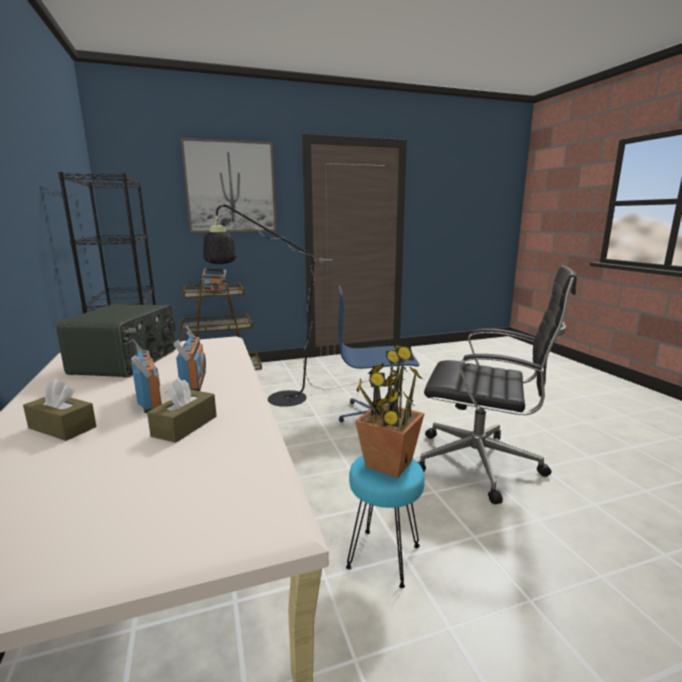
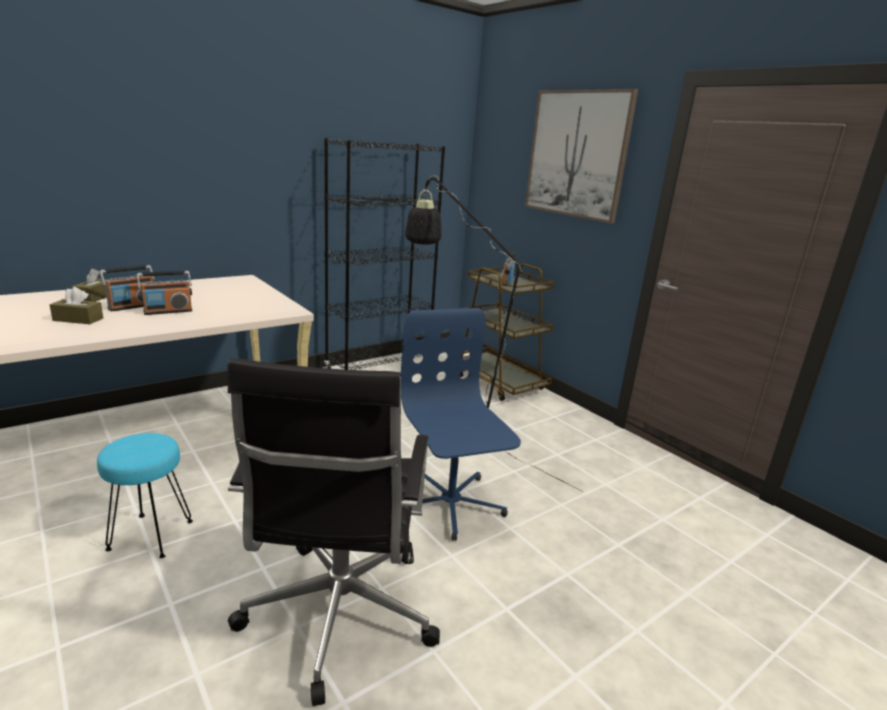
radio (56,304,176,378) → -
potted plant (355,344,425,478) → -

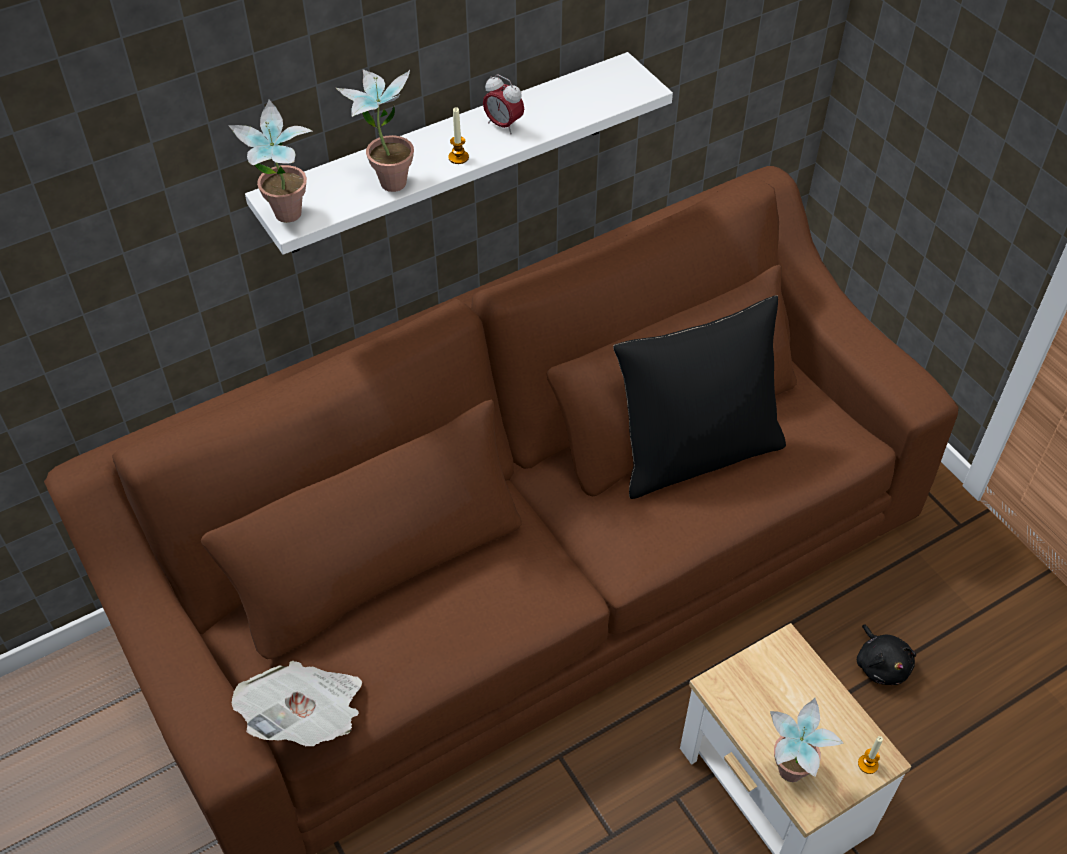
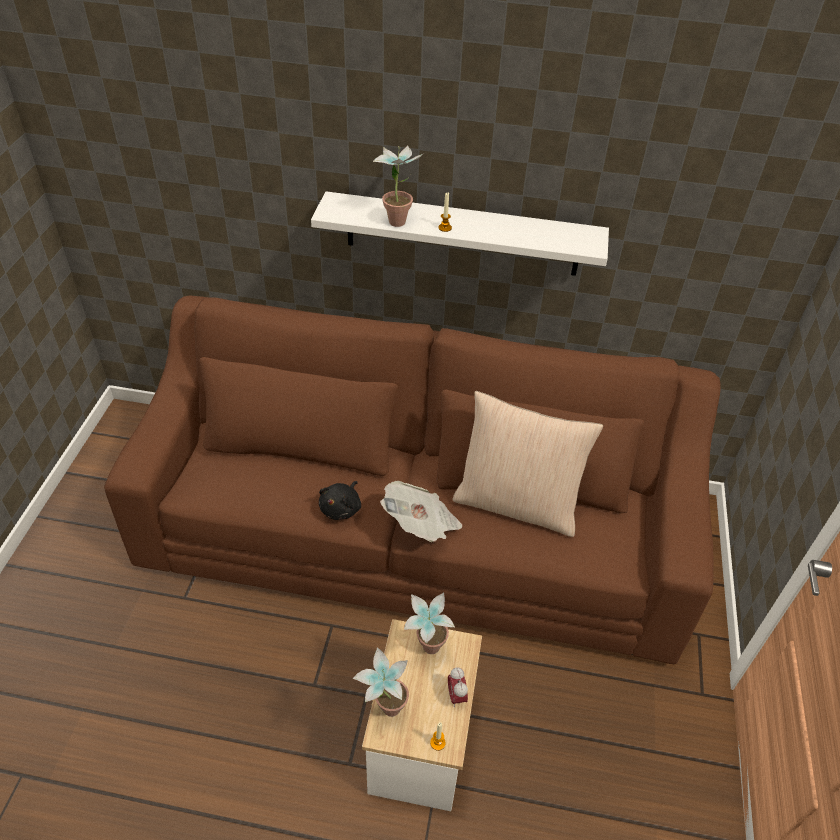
potted plant (228,100,313,223) → potted plant (404,592,455,654), move
newspaper (232,661,362,746) → newspaper (380,481,462,542), move
alarm clock (483,74,524,134) → alarm clock (448,667,468,707), move
black plush toy (857,624,917,685) → black plush toy (319,481,361,520), move
black pillow (613,295,786,499) → beige pillow (453,391,603,537)

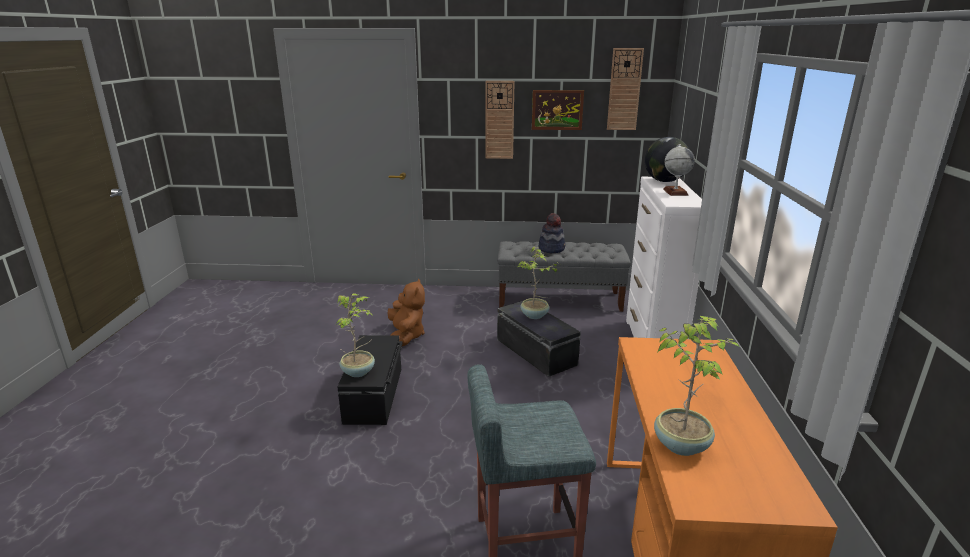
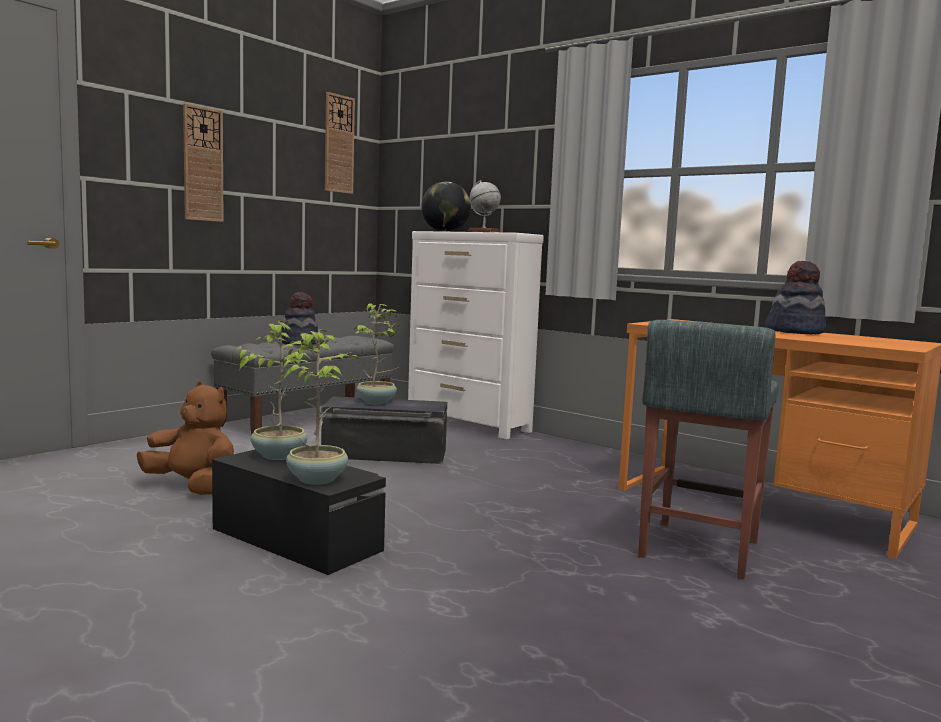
picture (532,90,584,130) → -
- → hat (765,261,826,334)
potted plant (654,316,740,456) → potted plant (236,320,310,460), move

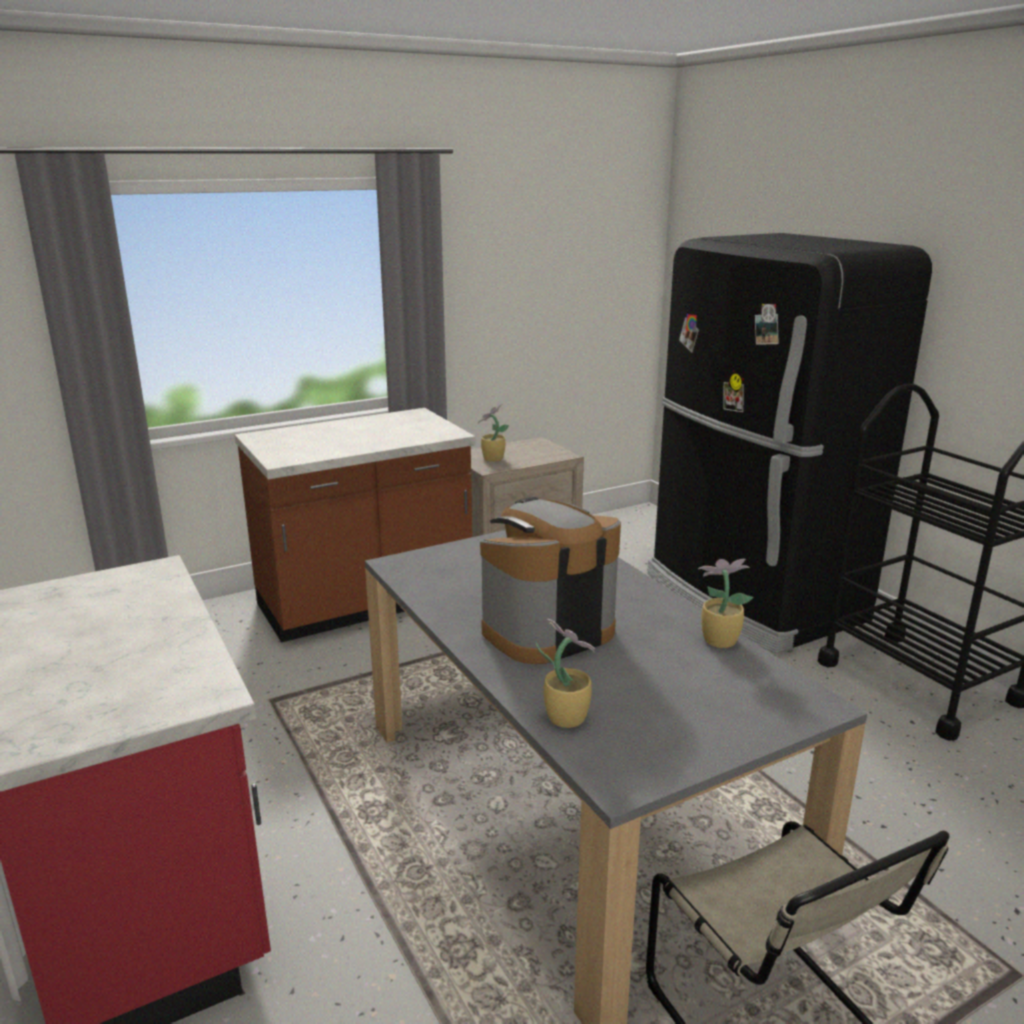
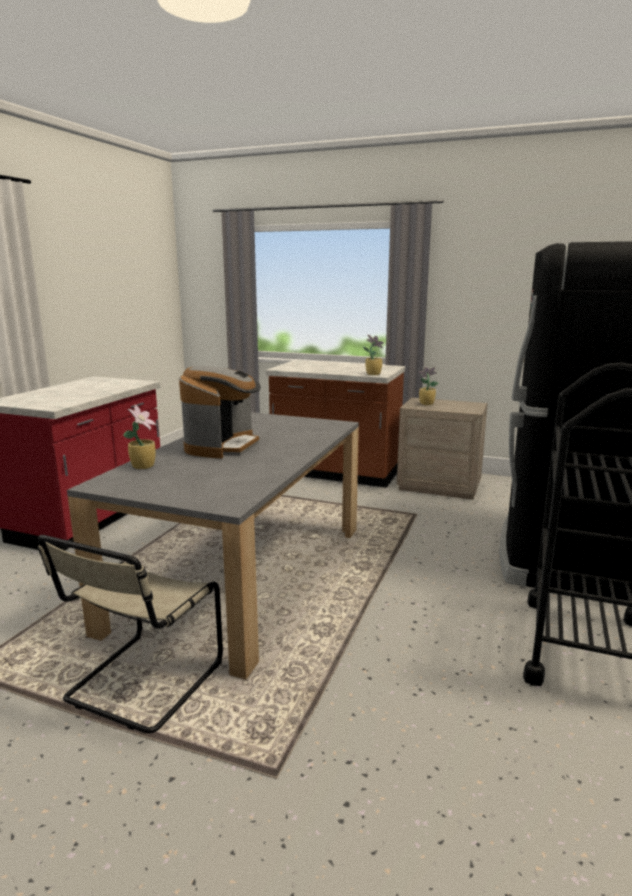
potted plant (698,559,754,648) → potted plant (363,335,384,375), move
coffee machine (480,497,621,664) → coffee machine (179,365,261,458), 90 degrees clockwise

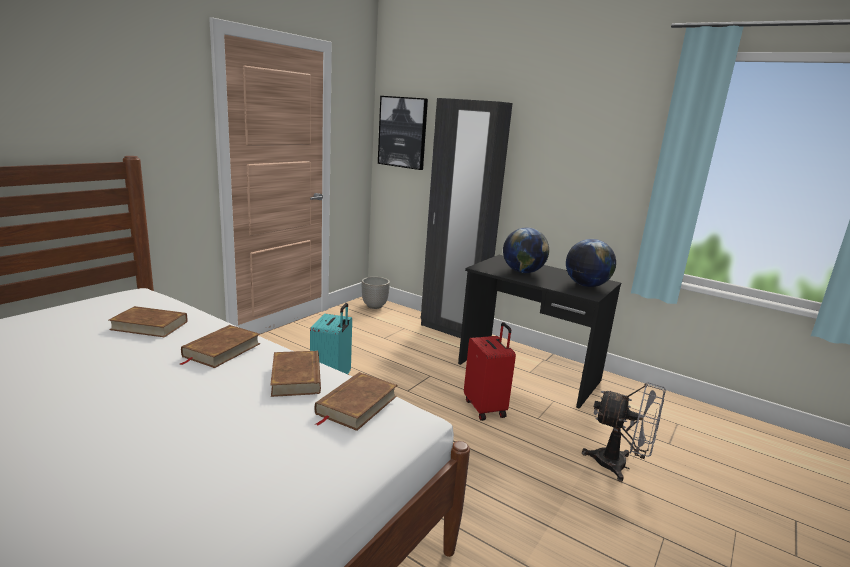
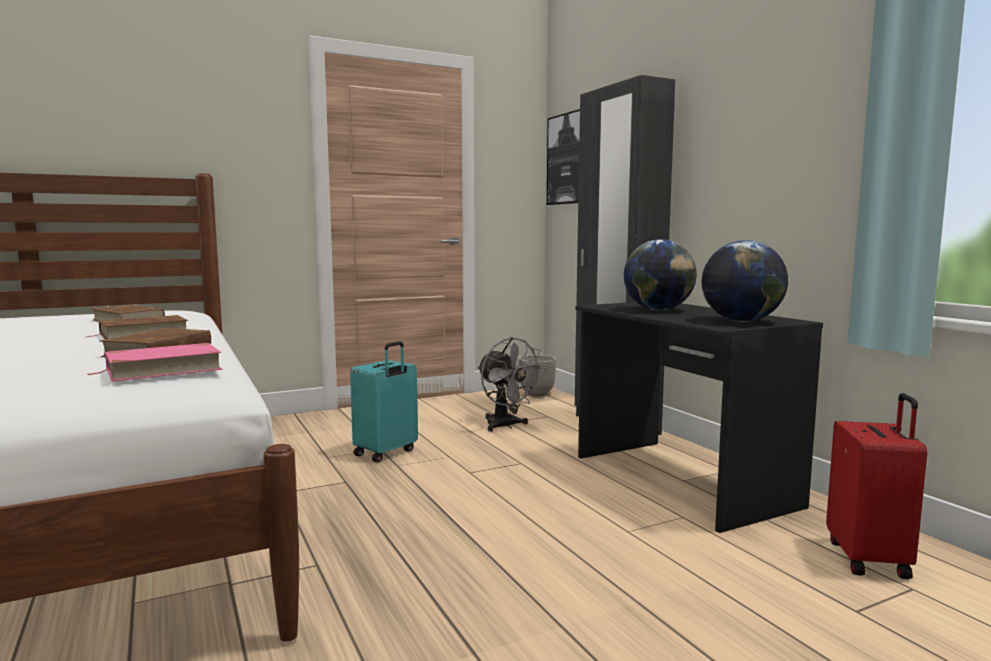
red suitcase (464,322,516,421) → red suitcase (826,393,927,579), move
grey fan (582,381,666,482) → grey fan (477,337,546,431), move
brown book (315,372,398,431) → pink book (88,343,222,382)

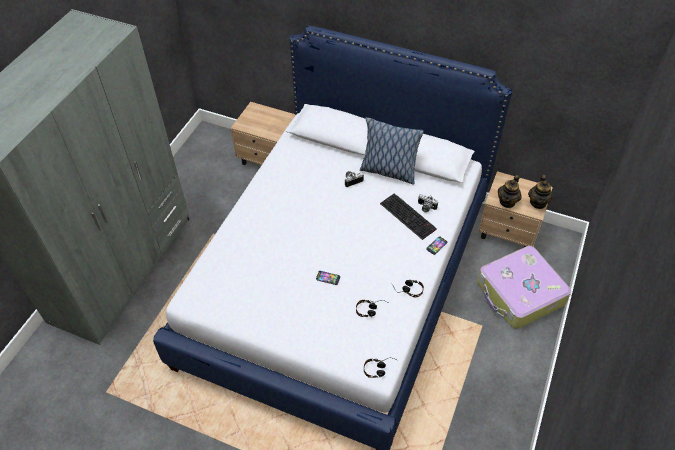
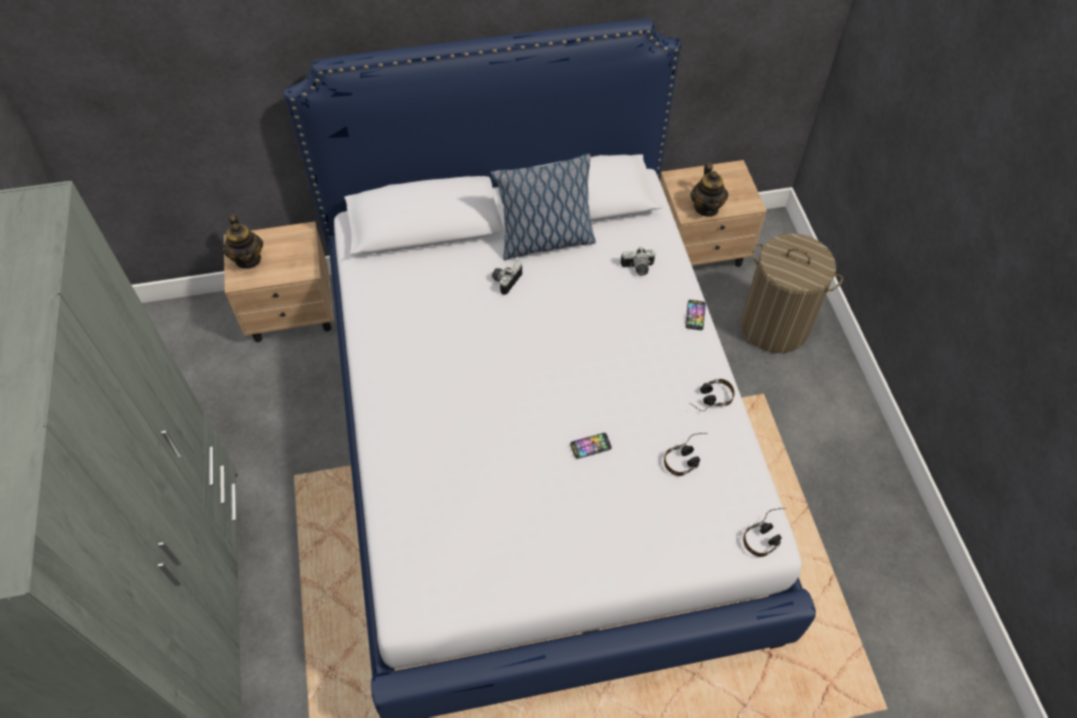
keyboard (380,193,437,240) → -
teapot (528,175,554,209) → teapot (223,214,263,269), move
suitcase (477,246,571,329) → laundry basket (741,233,843,353)

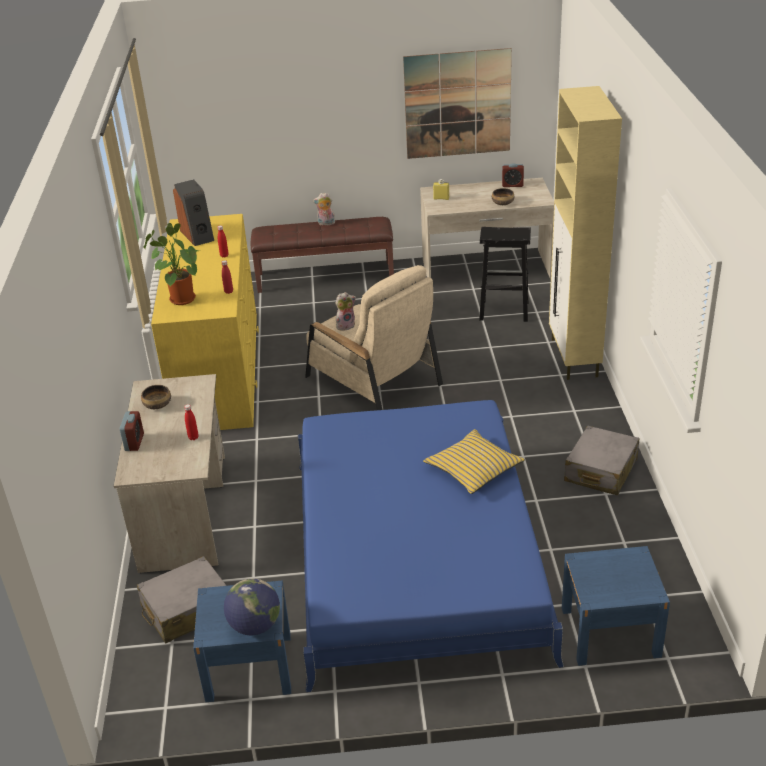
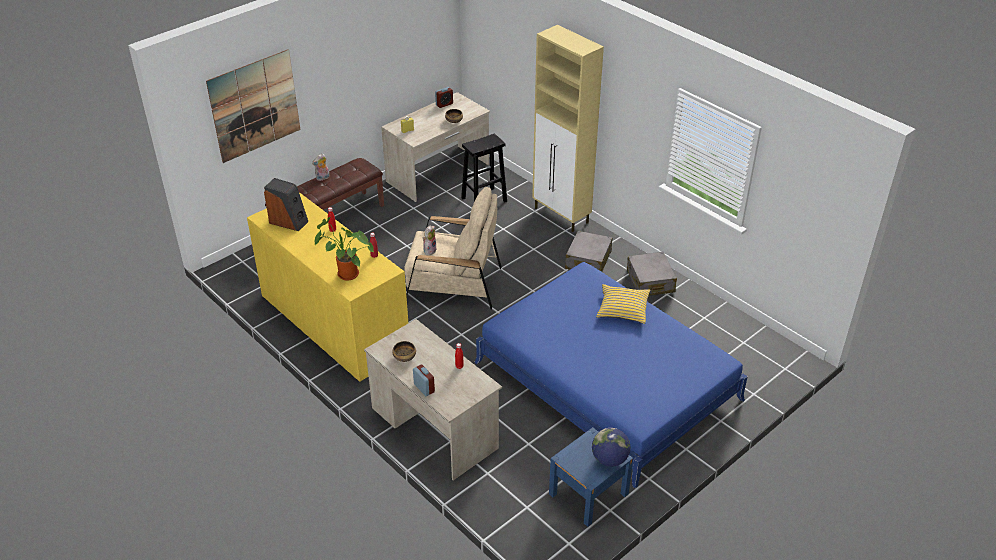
blue nightstand (562,546,670,666) → -
grey suitcase (137,556,226,643) → grey suitcase (565,231,612,272), move
picture (403,48,512,159) → picture (206,49,300,163), move

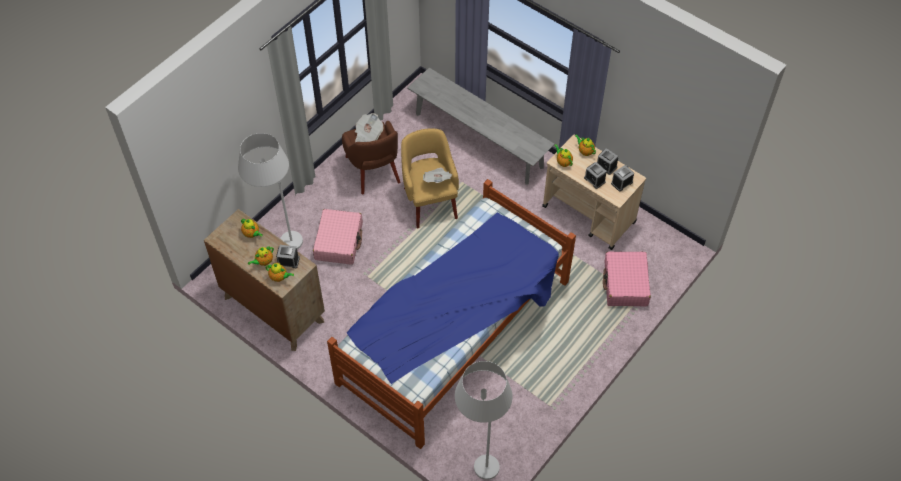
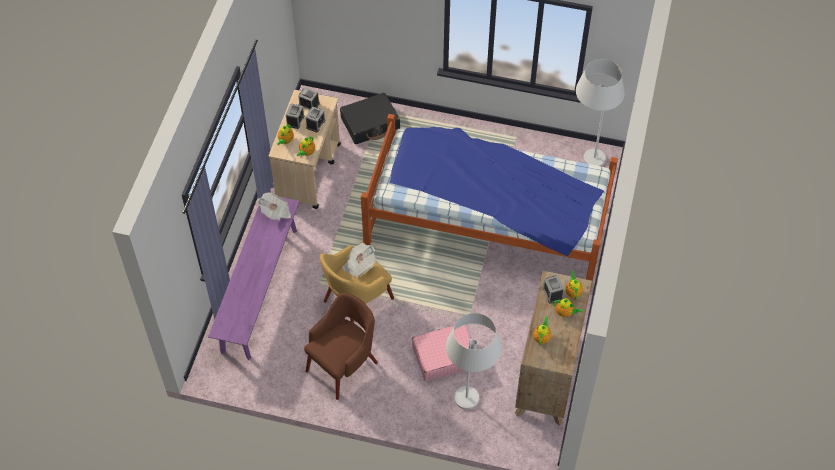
newspaper (355,113,383,142) → newspaper (258,192,291,220), move
grey bench (407,67,554,184) → purple bench (208,193,299,360)
pink suitcase (603,251,651,306) → black suitcase (340,93,400,144)

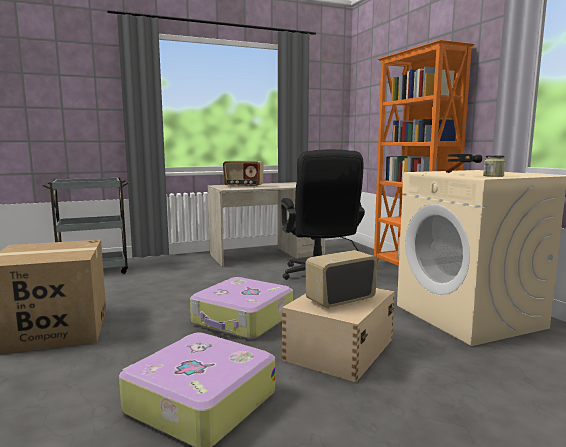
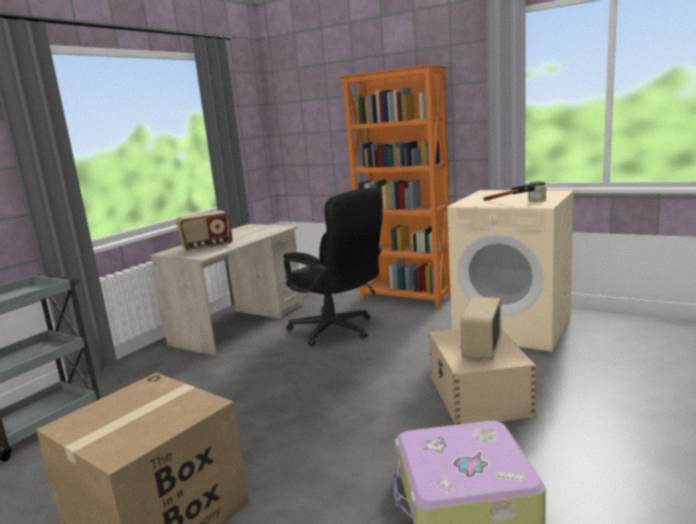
suitcase (190,277,293,339) → -

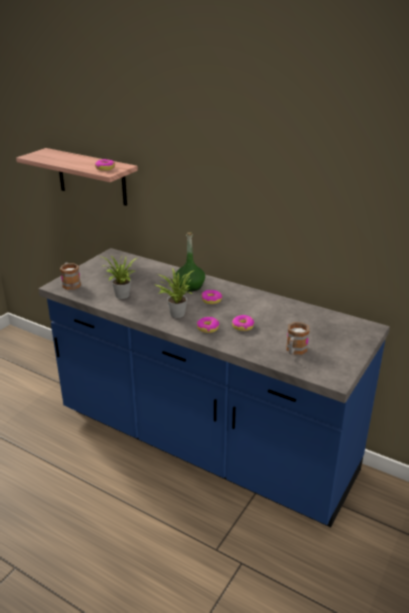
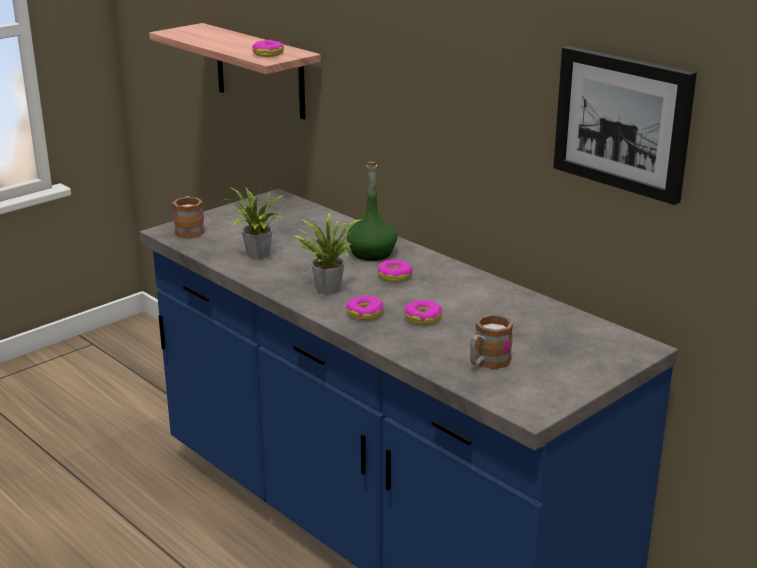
- → picture (553,46,697,205)

